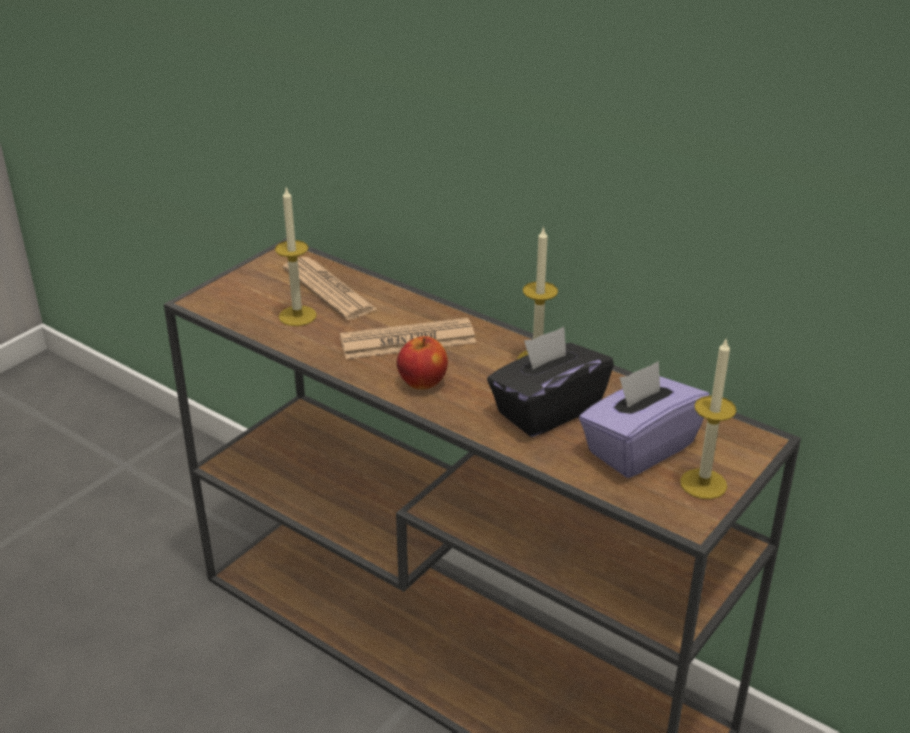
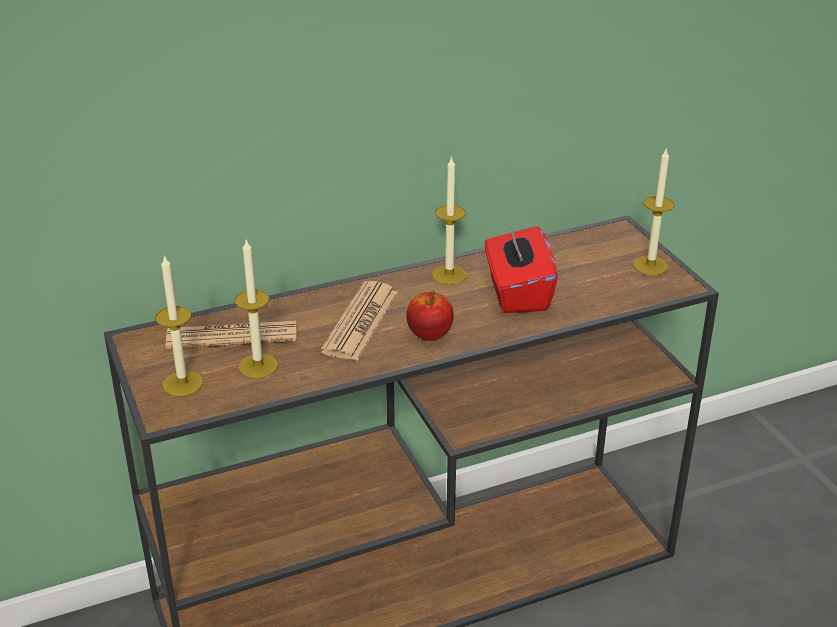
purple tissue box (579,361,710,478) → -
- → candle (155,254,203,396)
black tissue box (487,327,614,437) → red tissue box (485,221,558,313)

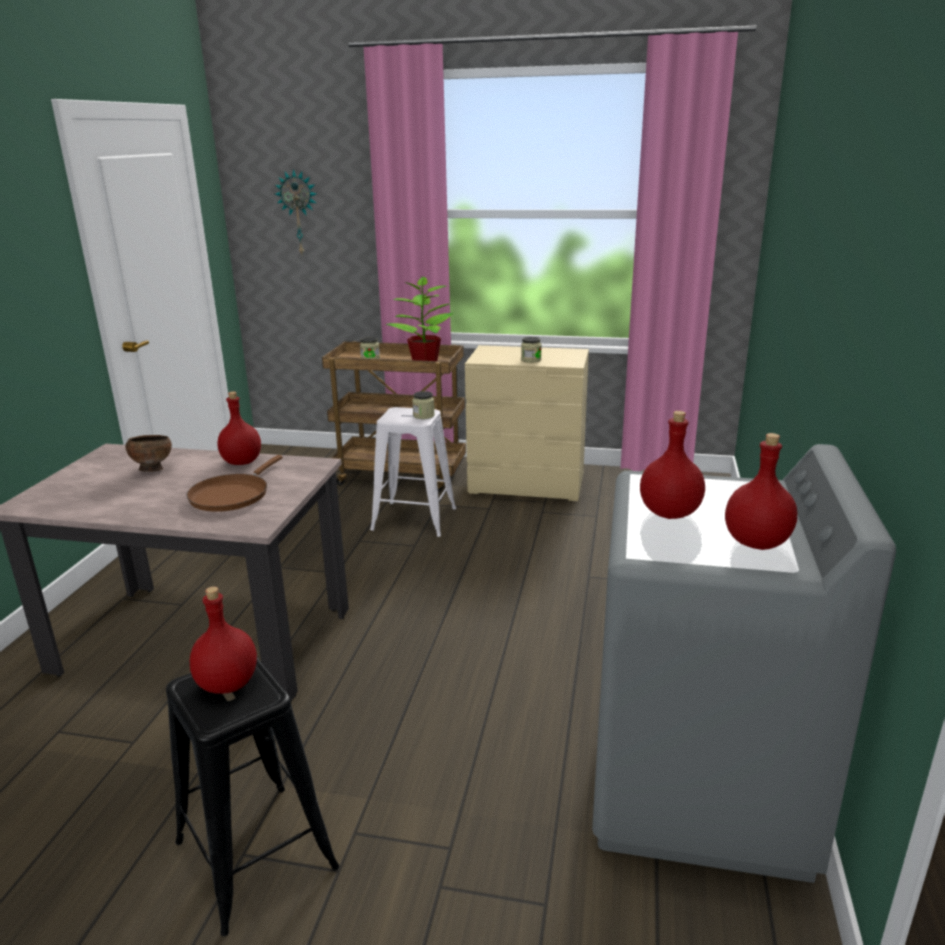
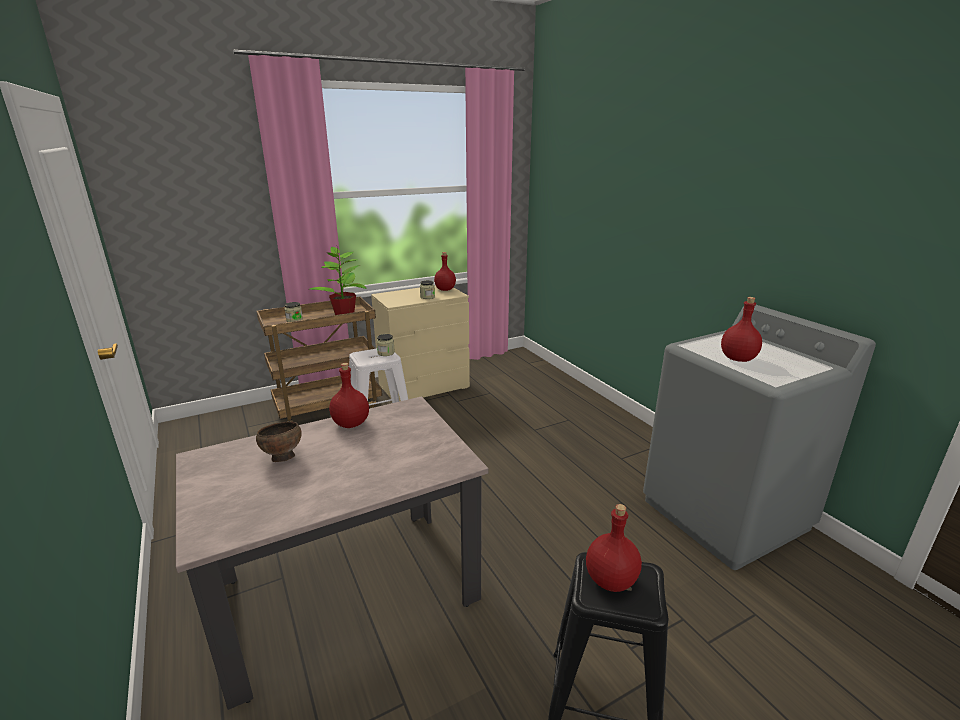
brown frying pan (187,455,283,512) → -
wall clock (275,169,316,254) → -
red bottle (725,433,797,550) → red bottle (434,252,456,291), move

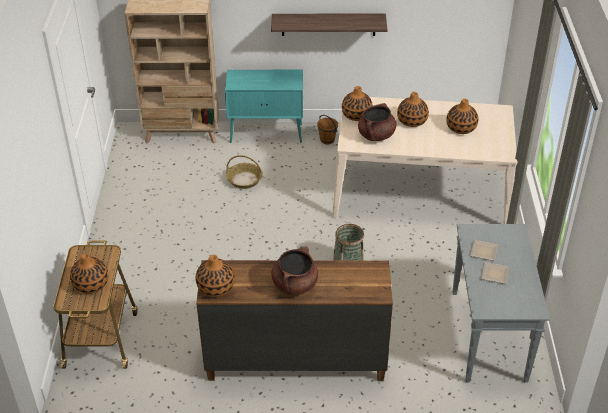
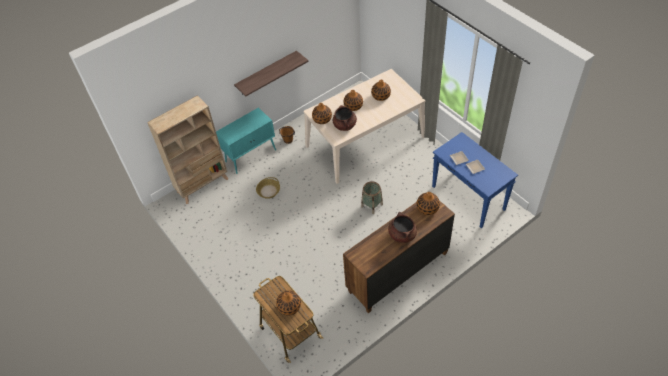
vase (196,255,235,297) → vase (417,192,440,215), move
grey console table (452,224,550,383) → blue console table (432,132,518,228)

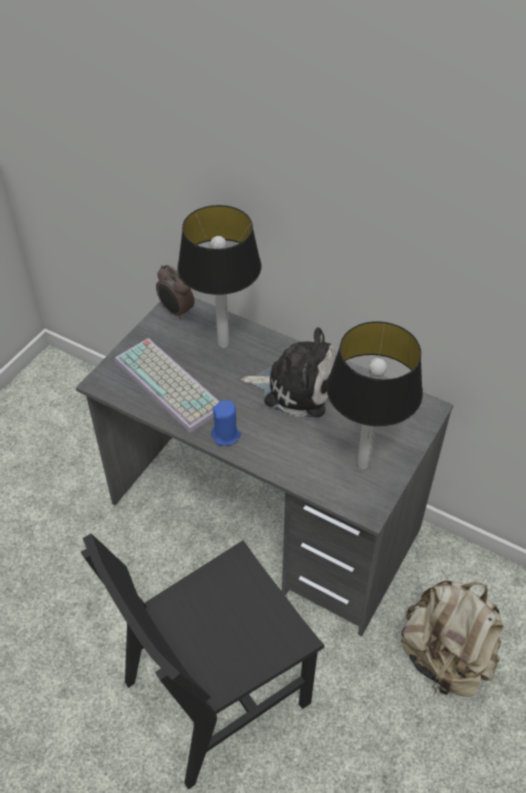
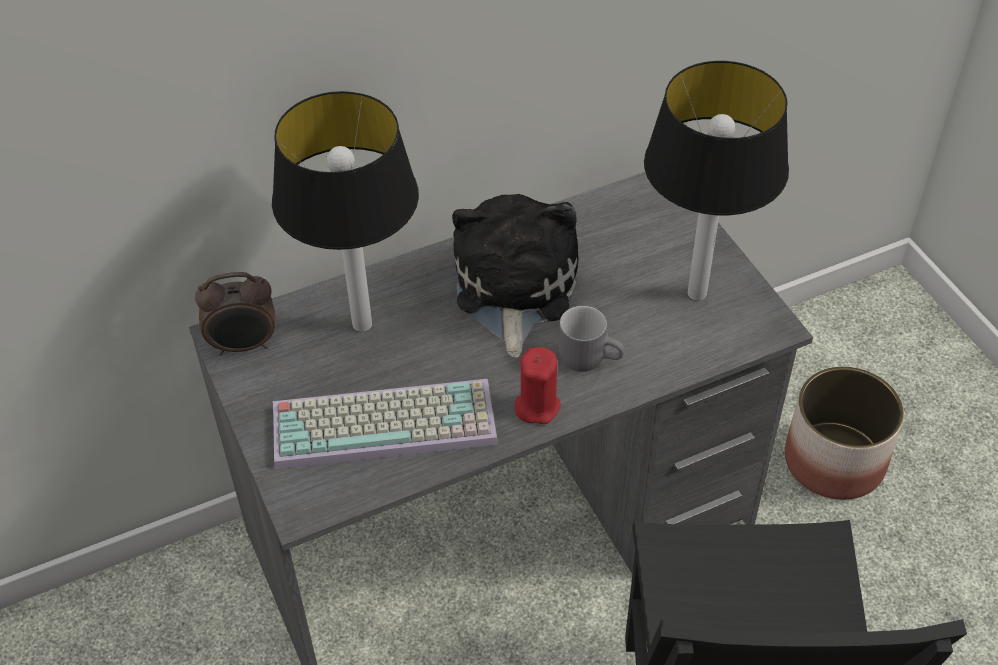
- → grey mug (559,306,624,372)
beige backpack (401,581,504,697) → planter (785,367,904,500)
blue candle (211,400,241,446) → red candle (515,347,561,424)
plush toy (241,327,336,417) → plush toy (452,194,579,358), 45 degrees counterclockwise

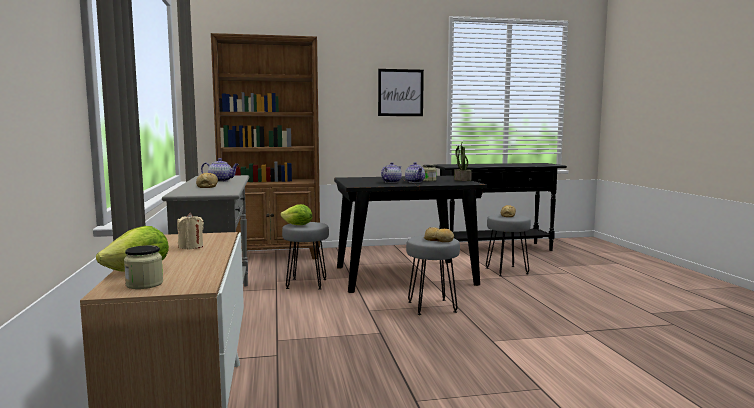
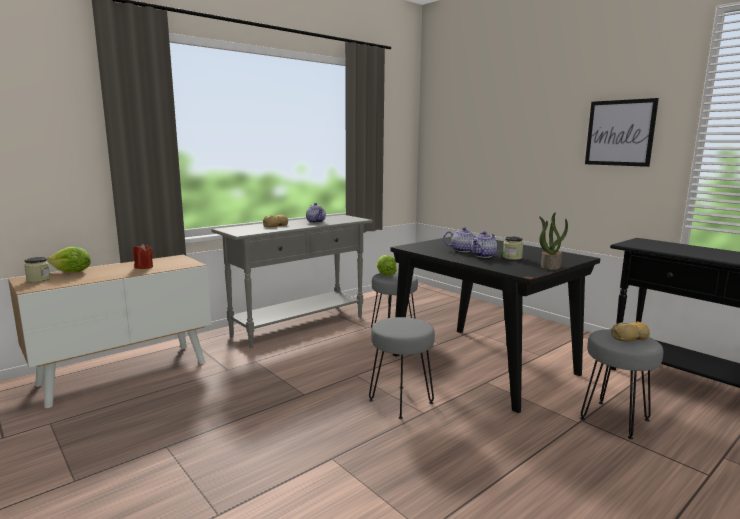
brown bookcase (211,33,320,259) → -
bread (424,227,454,242) → -
beige candle (177,213,204,250) → red candle (133,244,153,269)

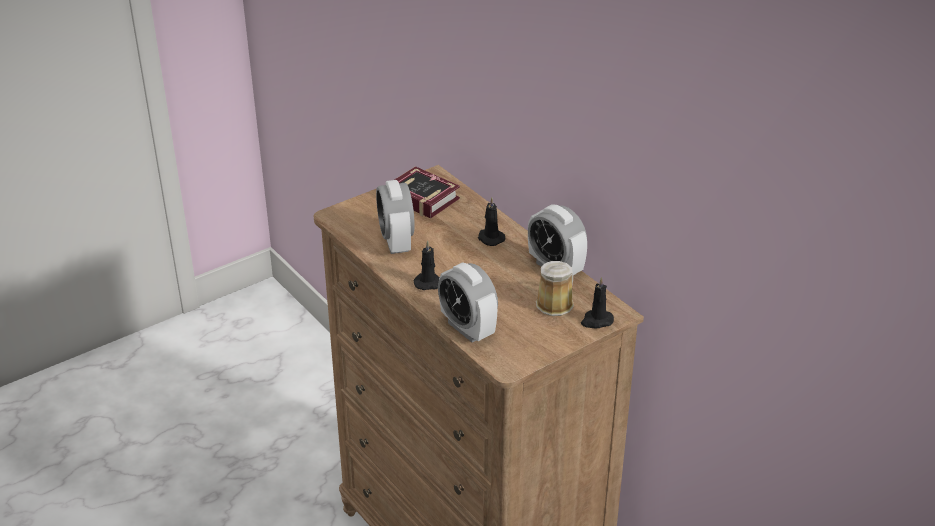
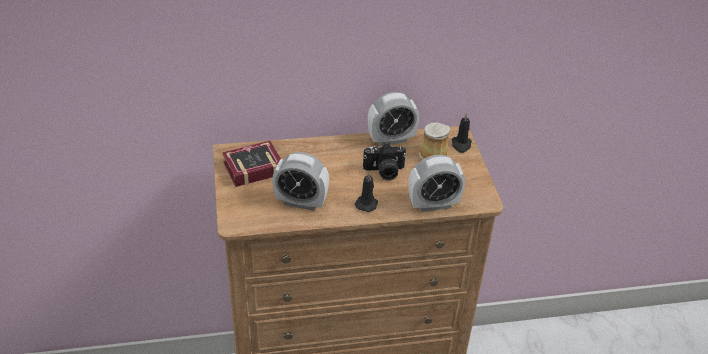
black candle (478,197,505,246) → -
- → photo camera (363,143,406,180)

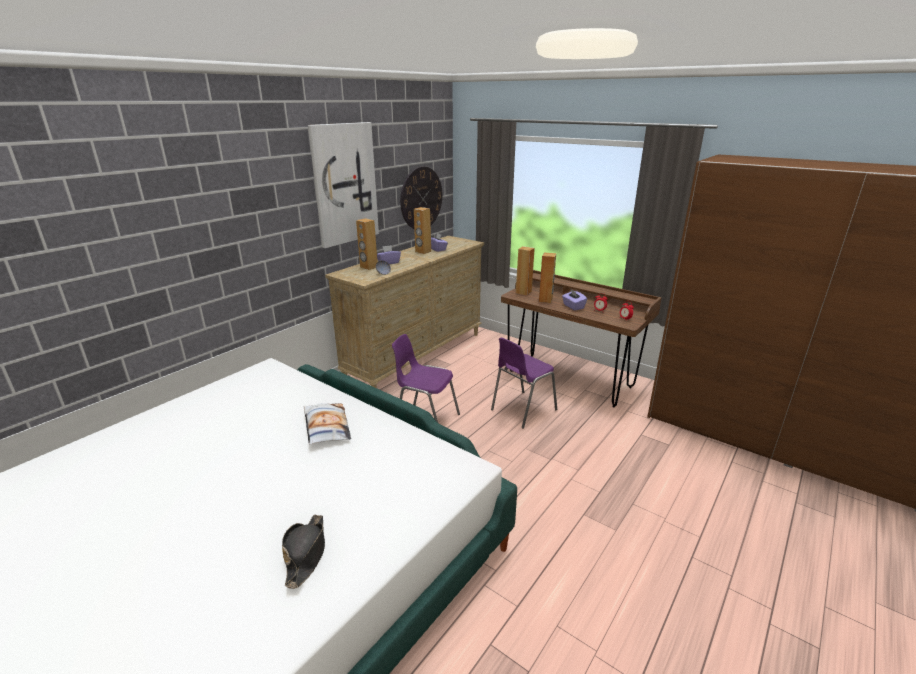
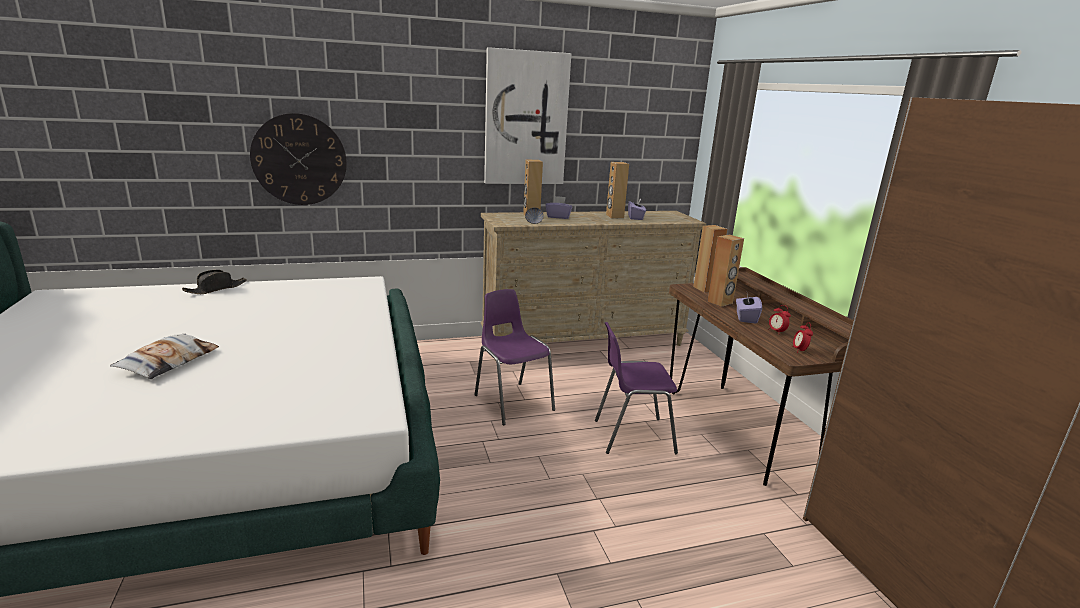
black hat (282,514,325,589) → black hat (182,270,247,294), move
pillow (304,403,351,444) → pillow (110,333,219,379), move
wall clock (400,166,442,229) → wall clock (250,113,347,205), move

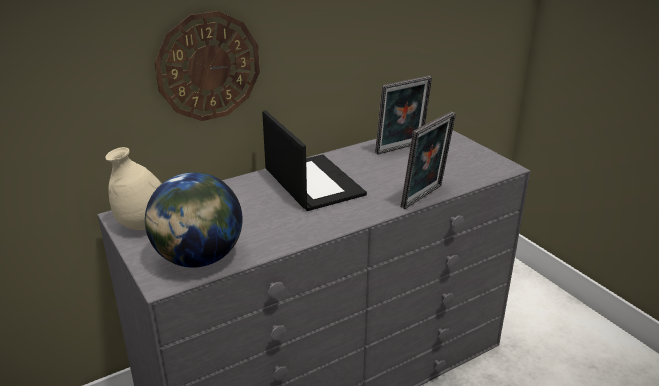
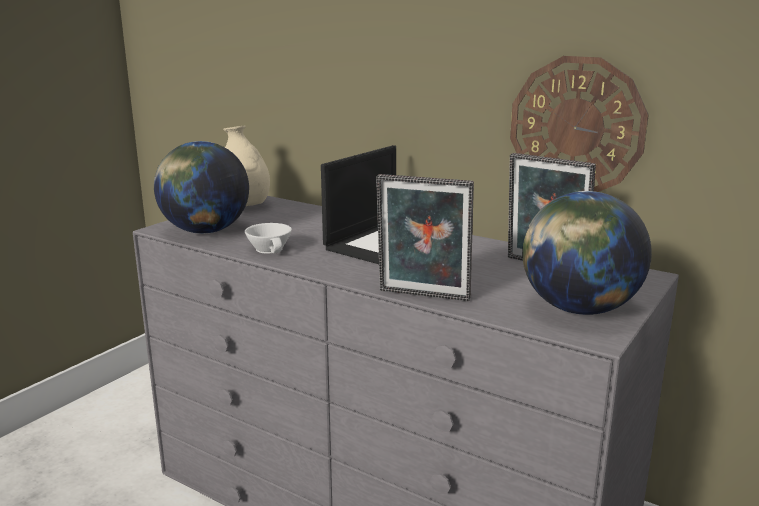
- → white cup (245,223,292,253)
- → globe (522,191,652,315)
wall clock (155,11,260,121) → wall clock (510,56,649,192), move

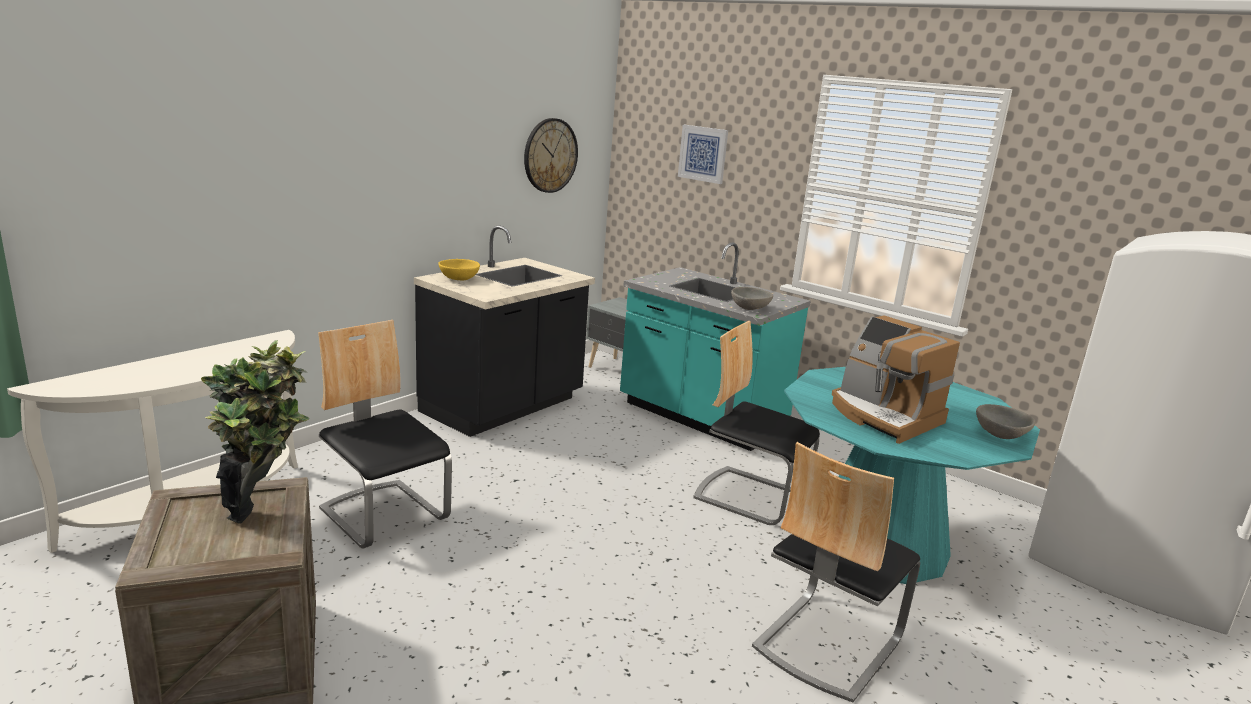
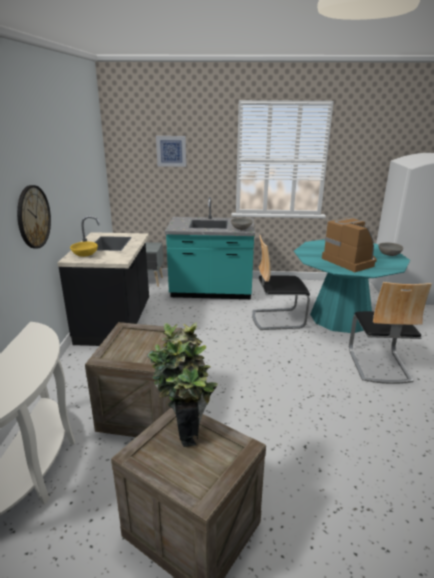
wall clock (524,118,578,193) → wall clock (17,185,51,248), move
chair (318,320,452,549) → crate (85,322,182,437)
coffee machine (832,315,960,444) → coffee machine (322,217,377,272), 135 degrees counterclockwise

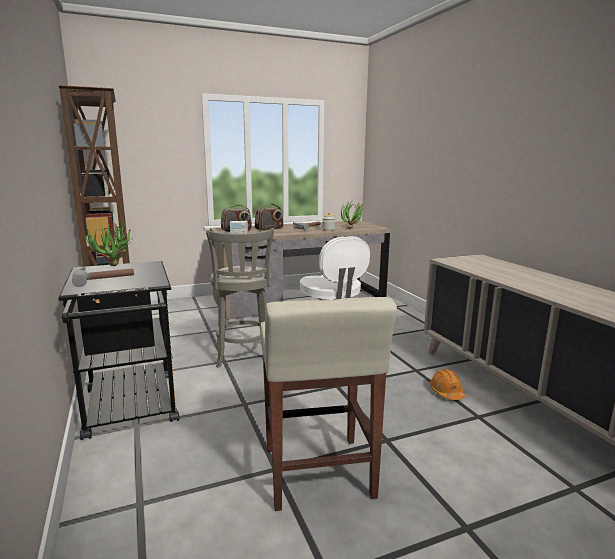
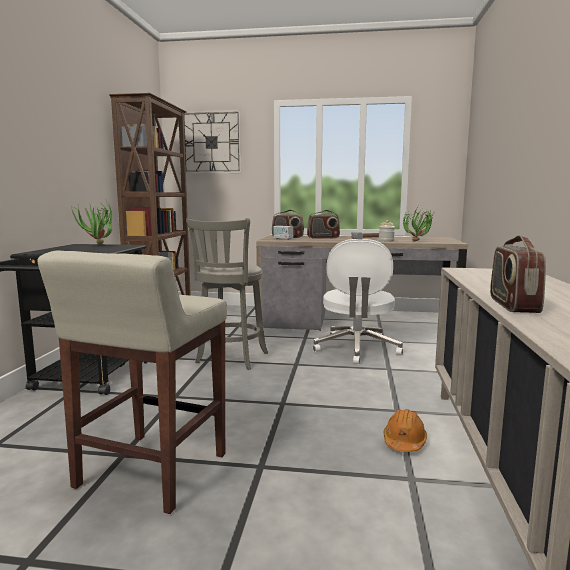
hammer (72,267,134,287) → -
- → wall clock (184,110,242,174)
- → radio (490,235,546,313)

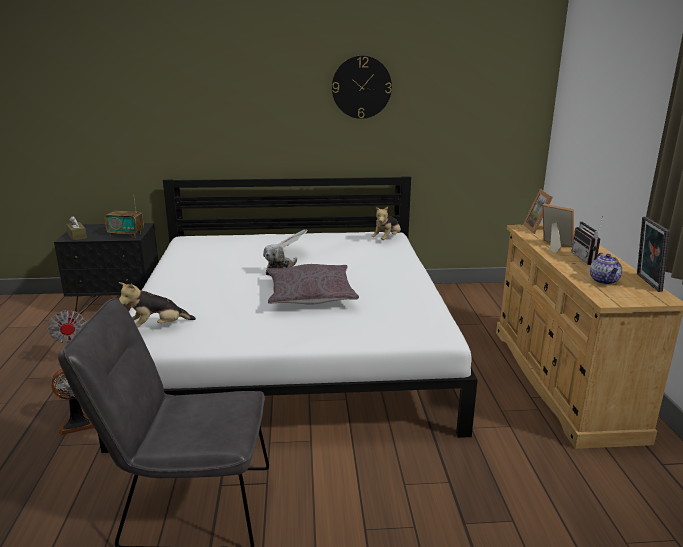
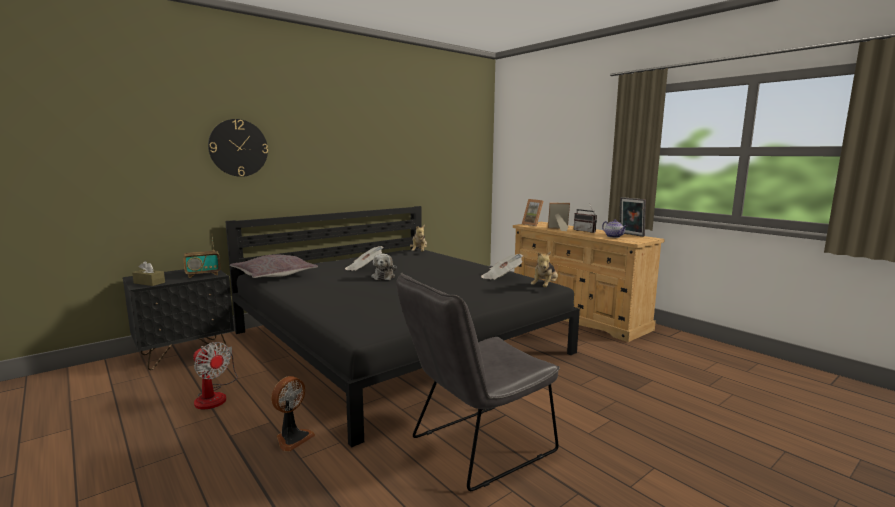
- → newspaper (481,254,523,280)
plush toy (119,282,196,328) → plush toy (531,251,558,287), move
grey pillow (267,264,359,305) → grey pillow (230,255,318,278), move
wall clock (332,56,392,119) → wall clock (208,119,268,177), move
white bed (98,176,478,453) → black bed (225,206,580,448)

